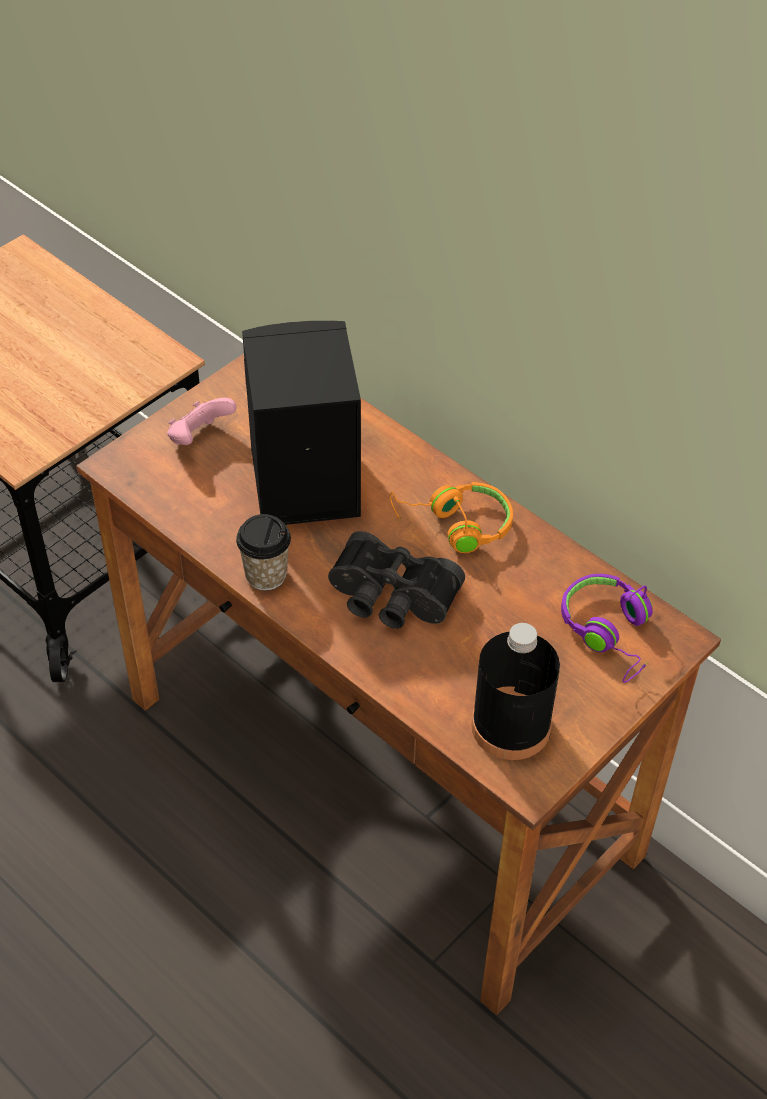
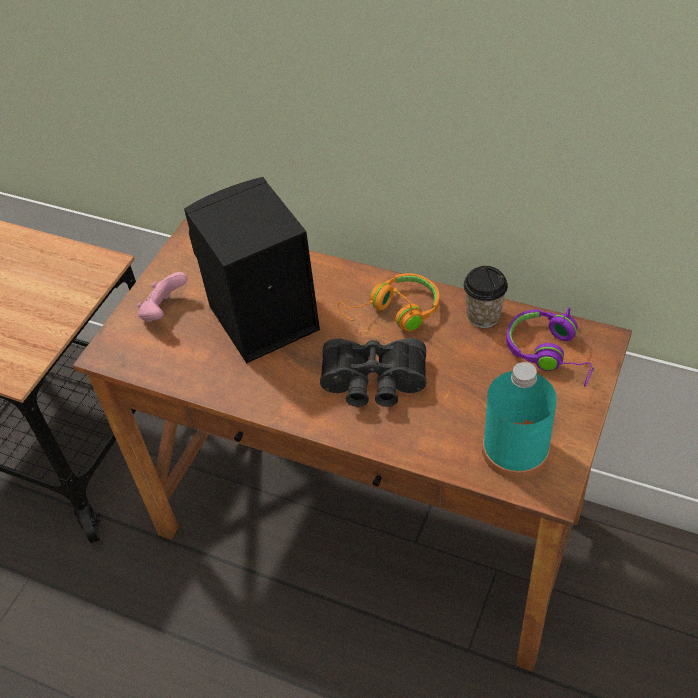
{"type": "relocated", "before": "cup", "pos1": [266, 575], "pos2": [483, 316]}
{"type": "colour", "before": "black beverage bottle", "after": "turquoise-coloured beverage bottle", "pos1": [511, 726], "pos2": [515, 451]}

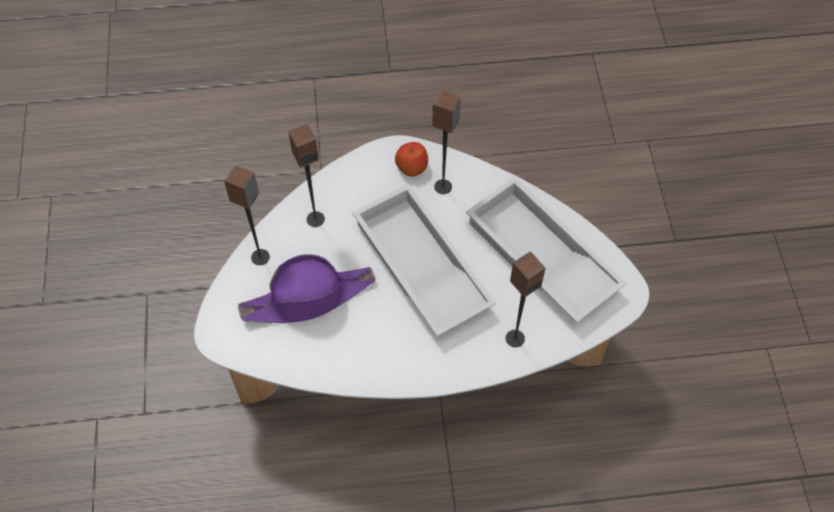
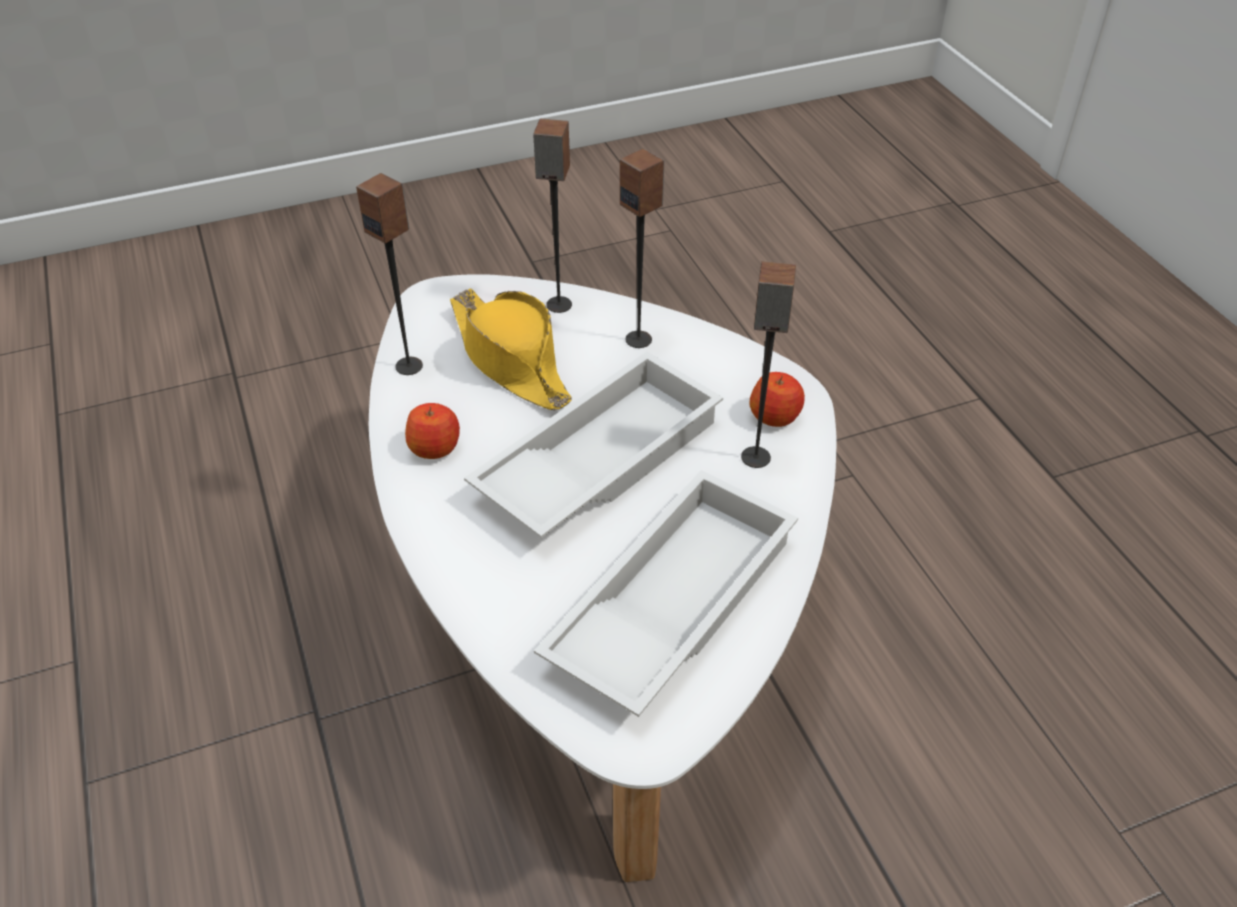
{"type": "relocated", "before": "loudspeaker", "pos1": [514, 338], "pos2": [409, 366]}
{"type": "appeared", "after": "apple", "pos2": [435, 447]}
{"type": "colour", "before": "purplish hat", "after": "yellow hat", "pos1": [308, 297], "pos2": [511, 359]}

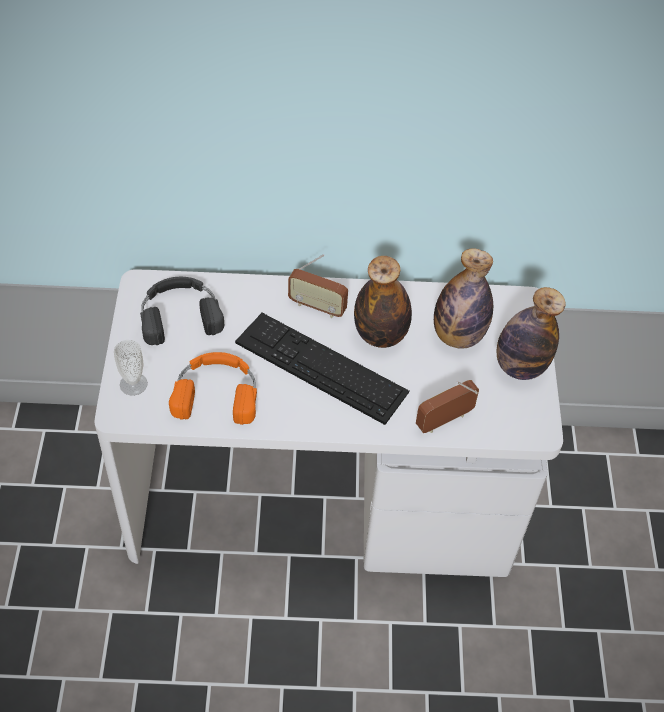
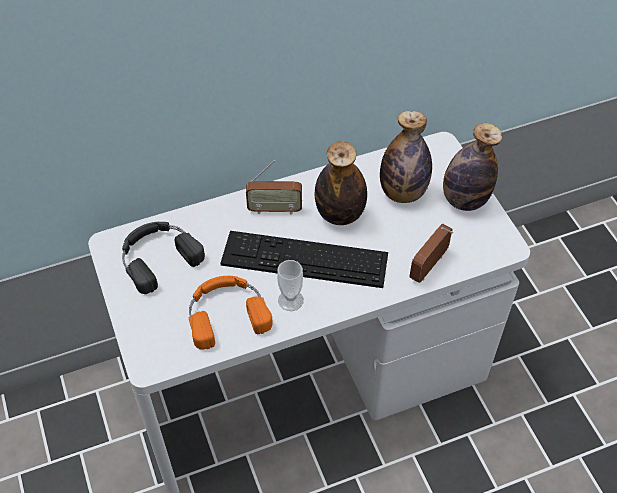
{"type": "relocated", "before": "cup", "pos1": [133, 384], "pos2": [290, 300]}

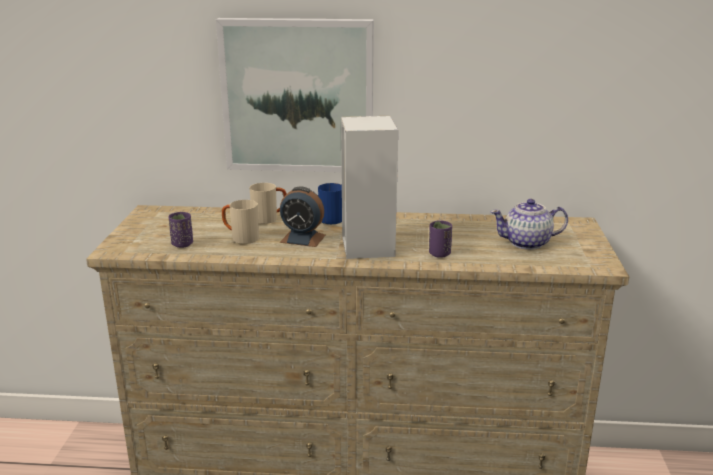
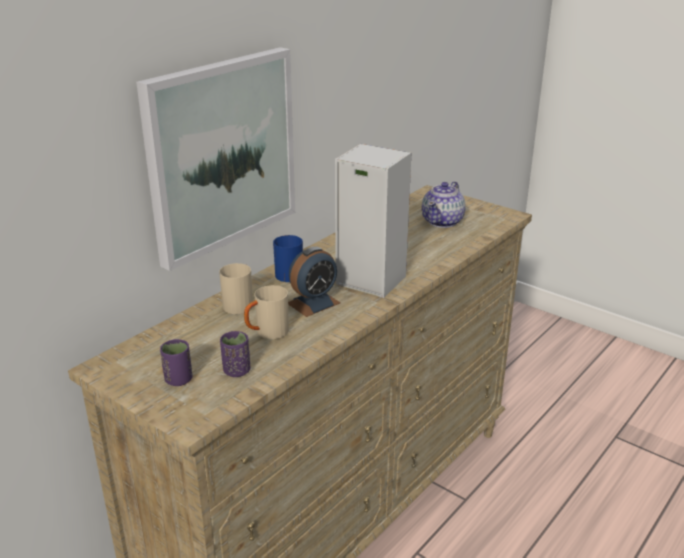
{"type": "relocated", "before": "purplish cup", "pos1": [439, 254], "pos2": [178, 380]}

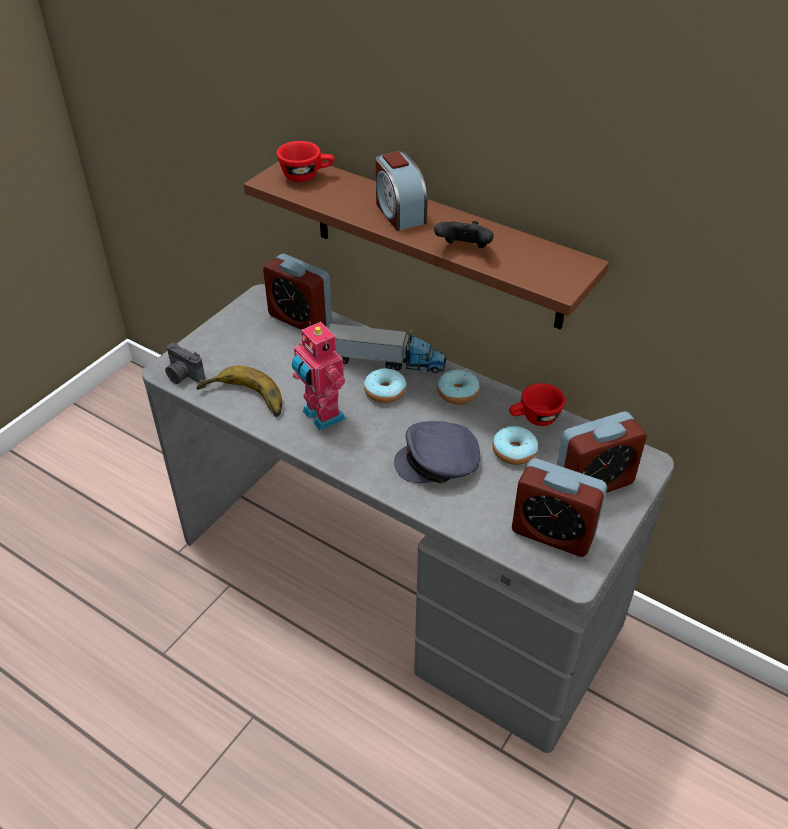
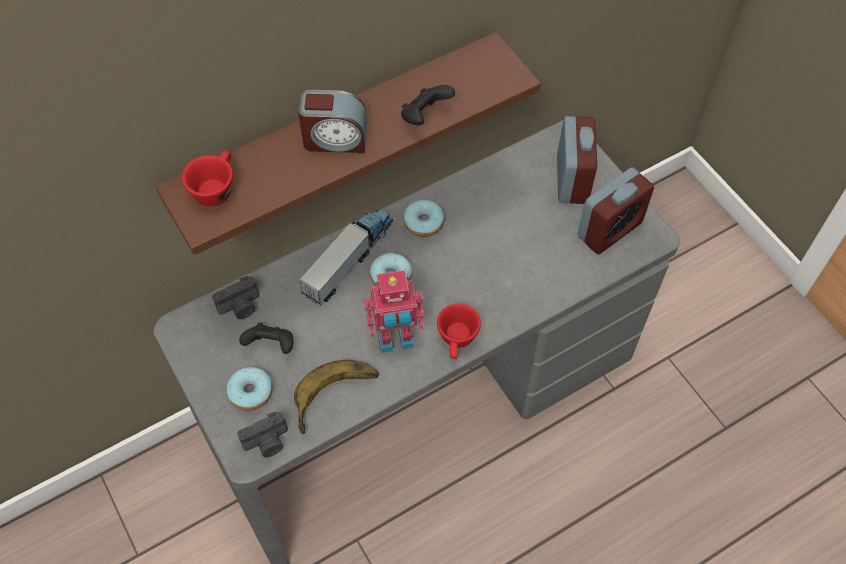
{"type": "exchanged", "before": "bedside clock", "after": "photo camera", "pos1": [300, 319], "pos2": [241, 307]}
{"type": "relocated", "before": "ring doughnut", "pos1": [514, 451], "pos2": [250, 392]}
{"type": "appeared", "after": "black gamepad", "pos2": [271, 345]}
{"type": "relocated", "before": "red-coloured cup", "pos1": [534, 419], "pos2": [457, 341]}
{"type": "missing", "before": "grey cap", "pos1": [439, 463]}

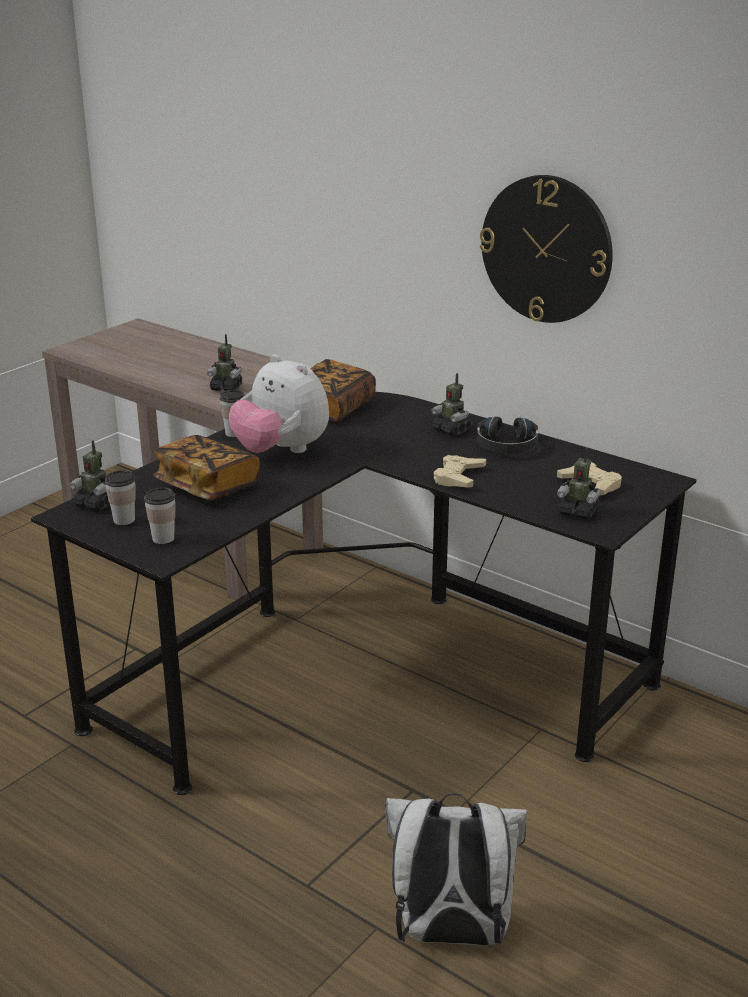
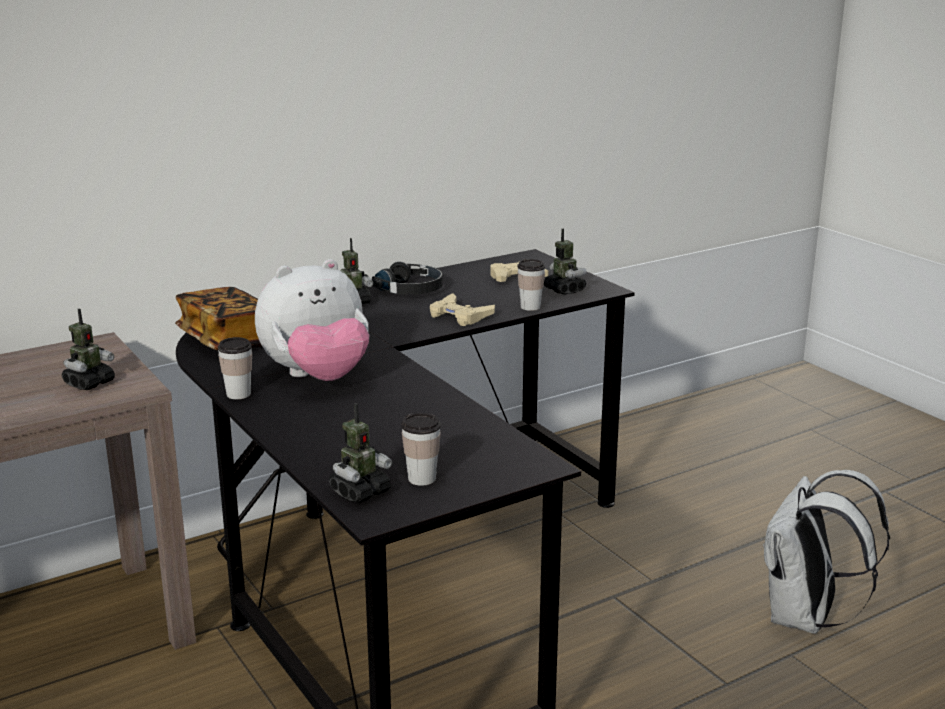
{"type": "relocated", "before": "cup", "pos1": [163, 538], "pos2": [530, 307]}
{"type": "spun", "before": "toy robot", "pos1": [578, 512], "pos2": [564, 290], "turn": -75}
{"type": "missing", "before": "bound book", "pos1": [207, 486]}
{"type": "missing", "before": "hanging clock", "pos1": [546, 249]}

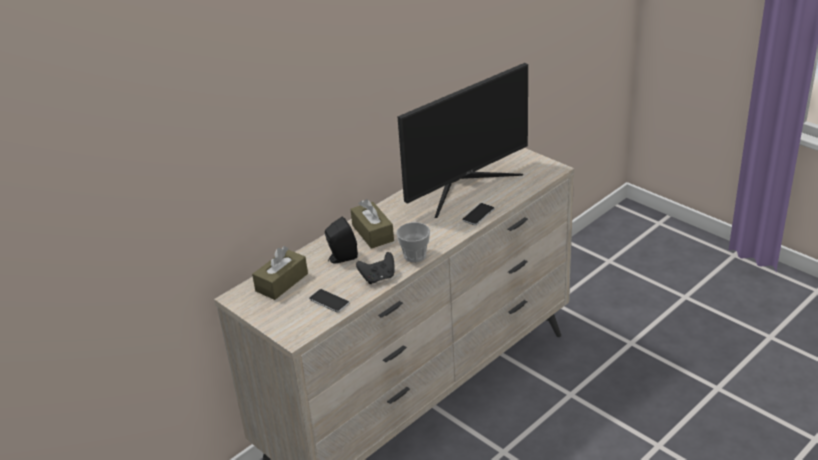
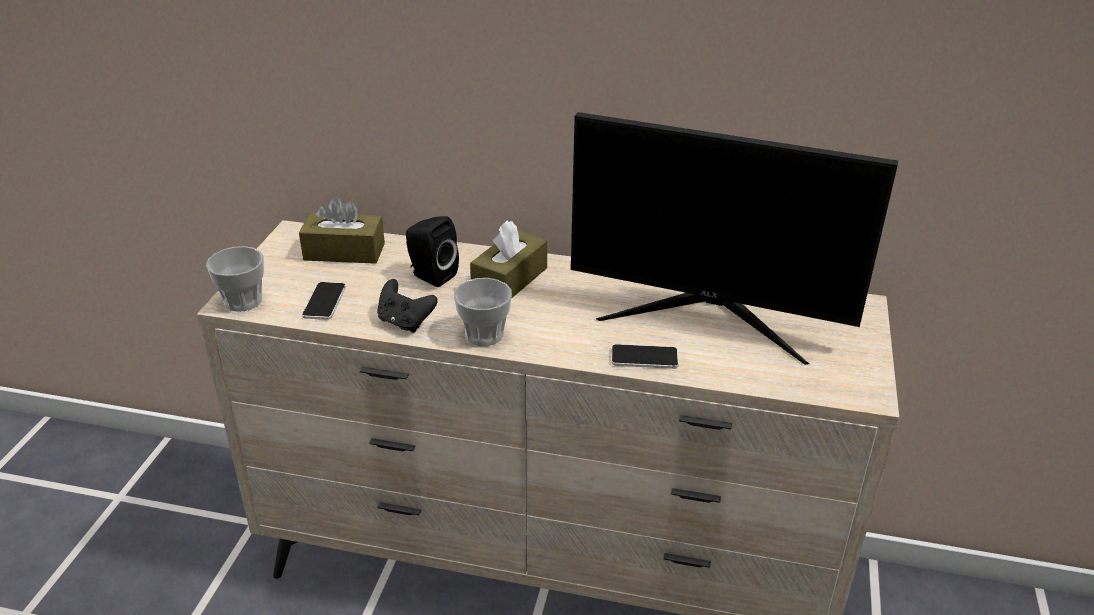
{"type": "appeared", "after": "cup", "pos2": [243, 301]}

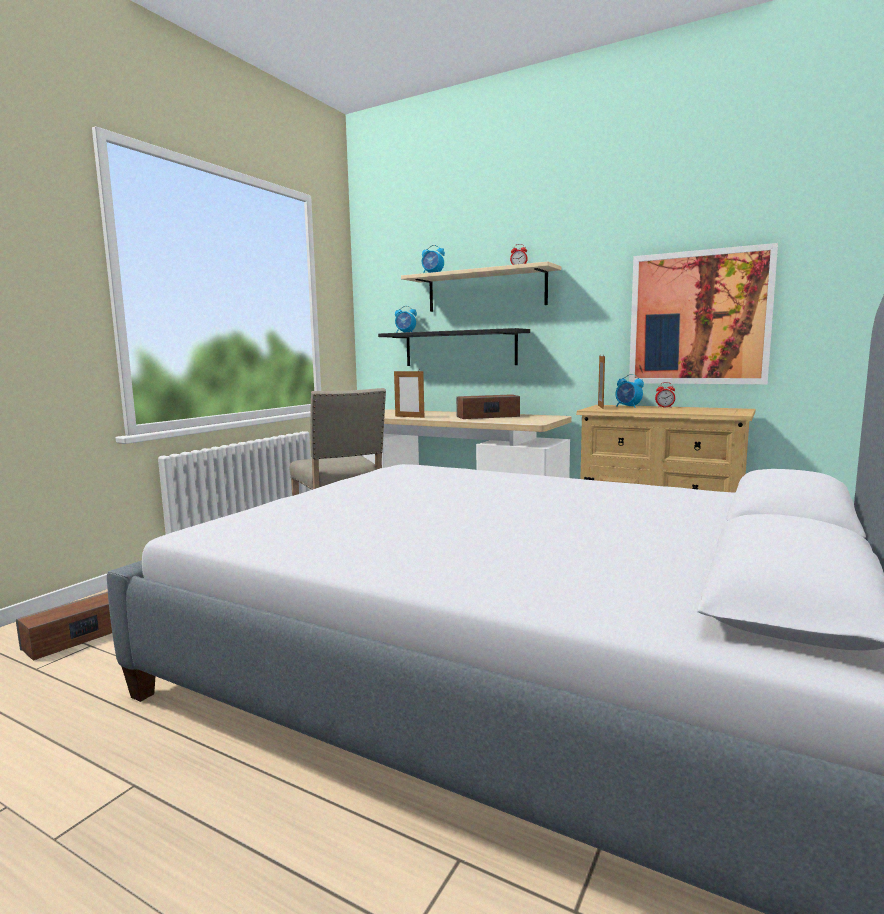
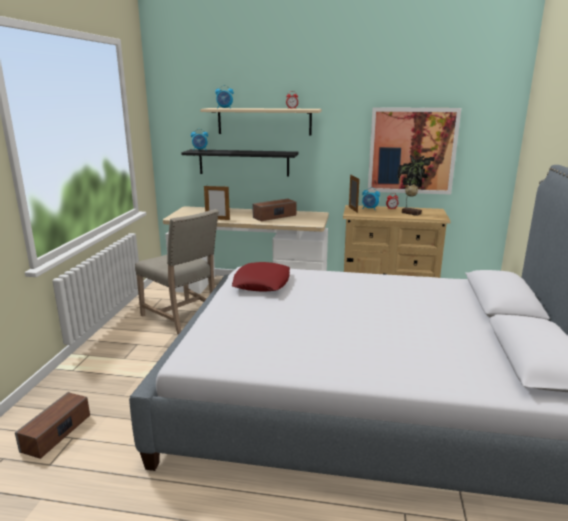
{"type": "appeared", "after": "red-coloured cushion", "pos2": [262, 283]}
{"type": "appeared", "after": "potted plant", "pos2": [411, 213]}

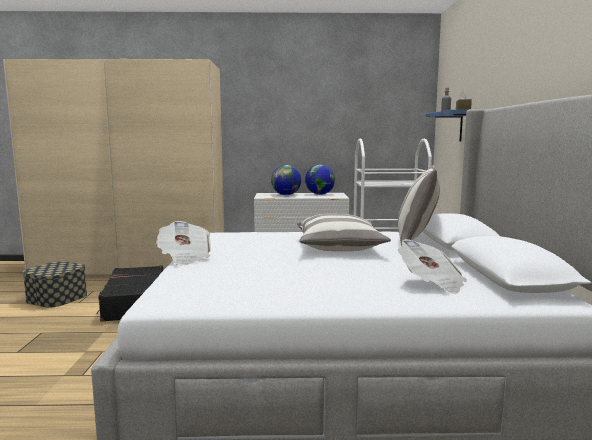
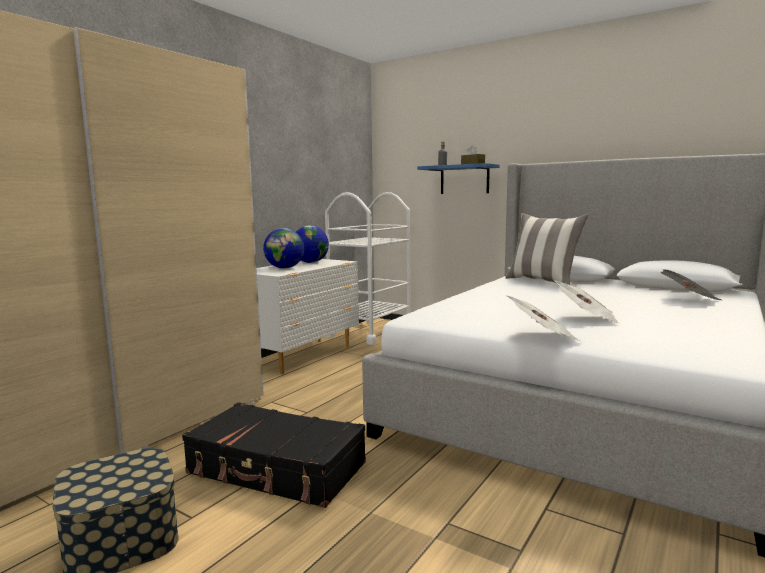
{"type": "appeared", "after": "daily paper", "pos2": [586, 318]}
{"type": "missing", "before": "cushion", "pos1": [339, 247]}

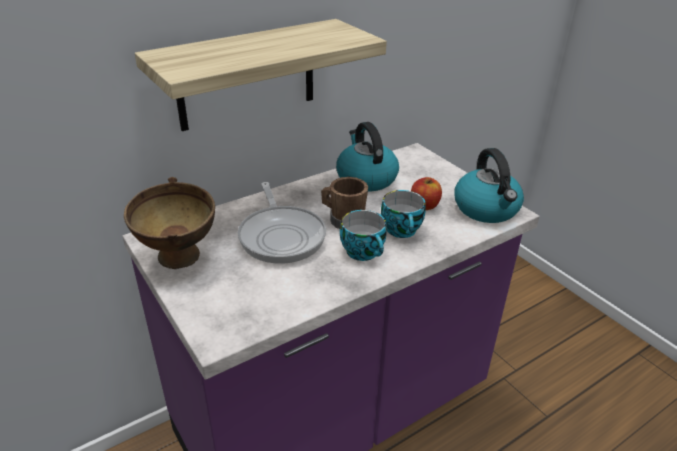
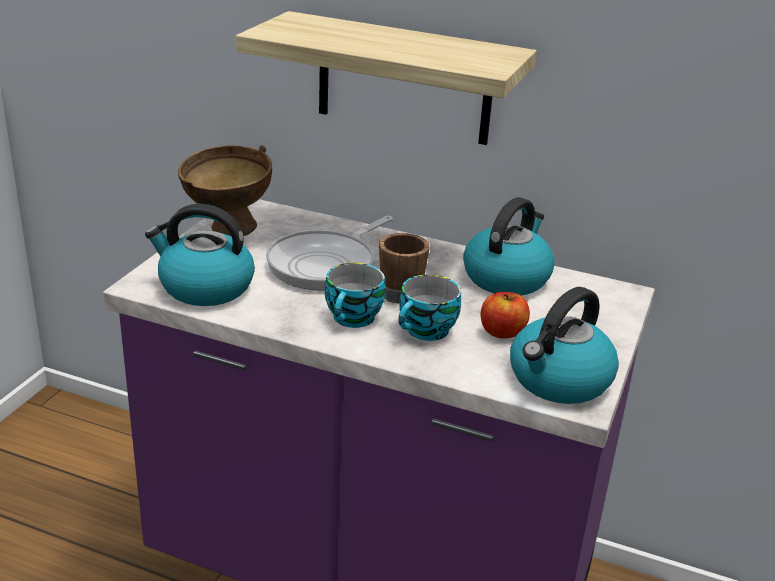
{"type": "appeared", "after": "tea kettle", "pos2": [205, 287]}

